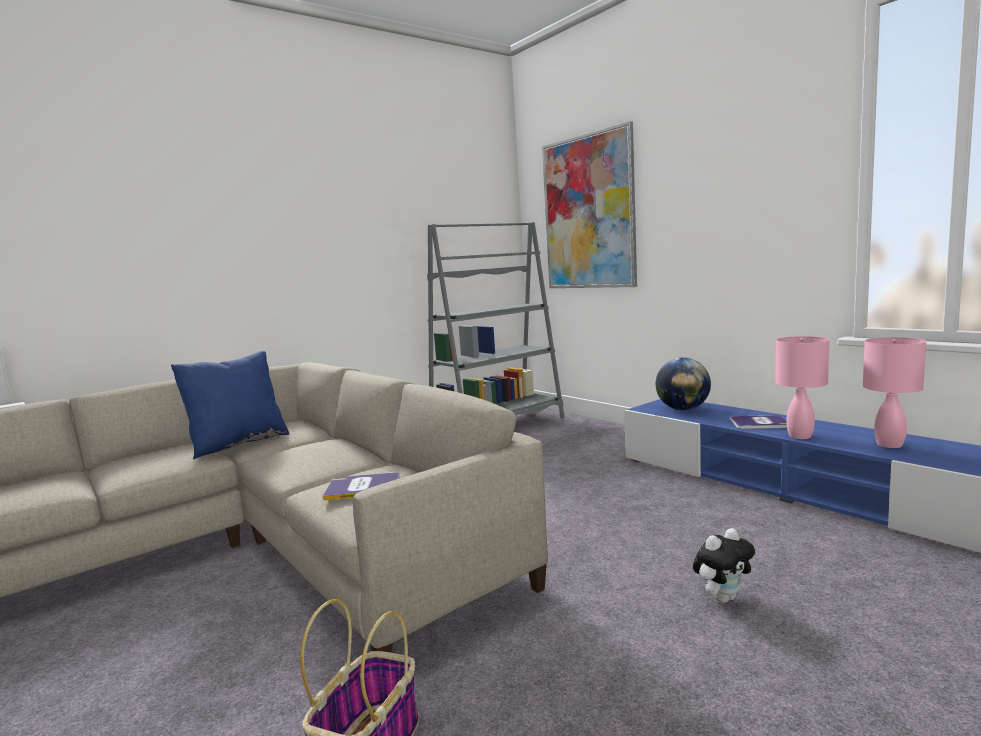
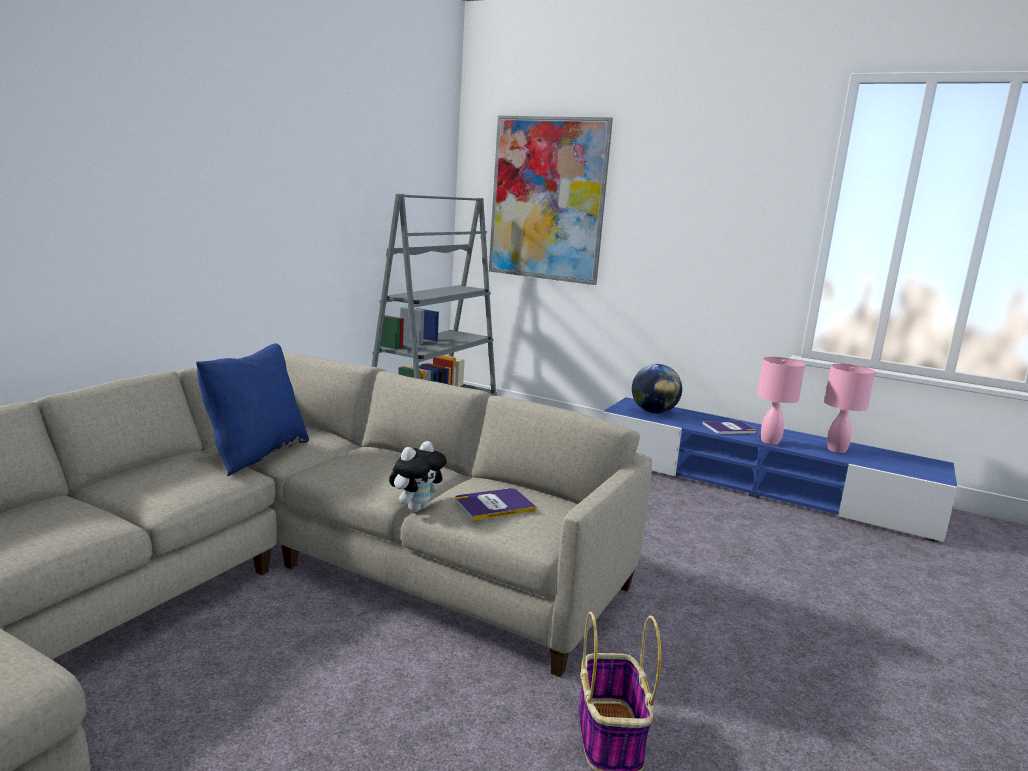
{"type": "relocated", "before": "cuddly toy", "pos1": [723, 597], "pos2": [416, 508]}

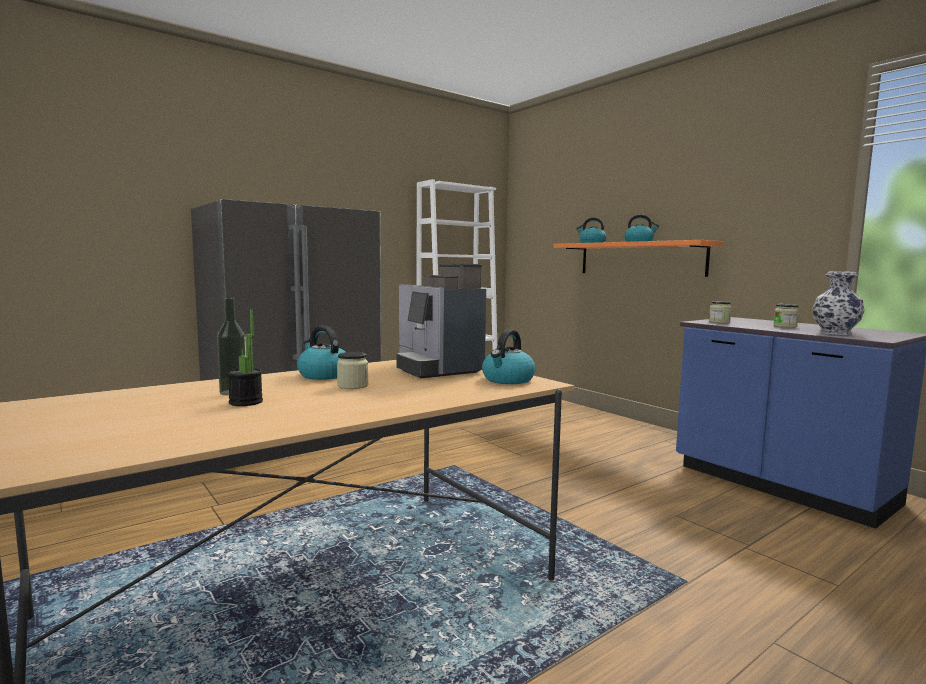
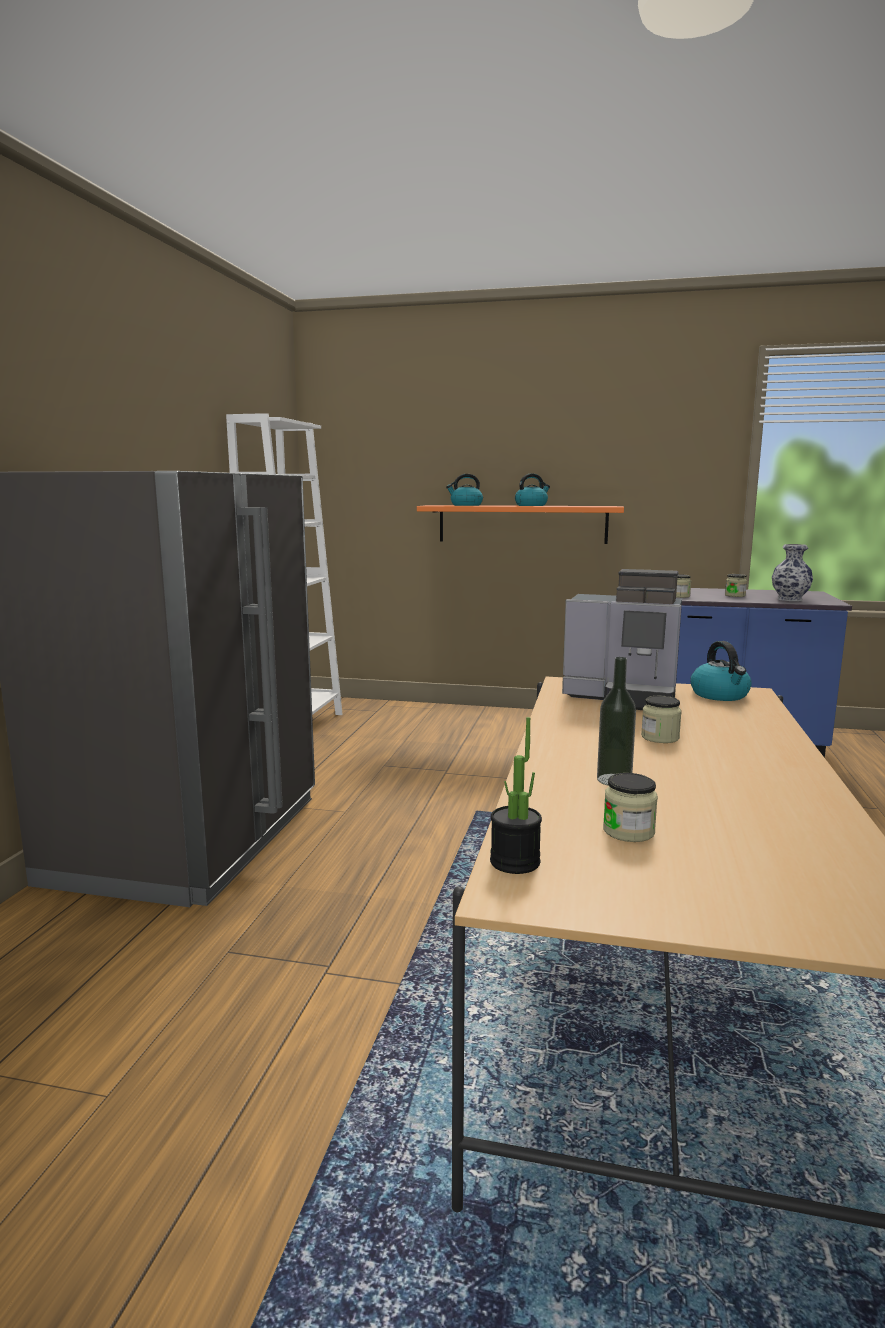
{"type": "relocated", "before": "potted plant", "pos1": [246, 402], "pos2": [515, 862]}
{"type": "appeared", "after": "preserve jar", "pos2": [628, 831]}
{"type": "missing", "before": "tea kettle", "pos1": [323, 375]}

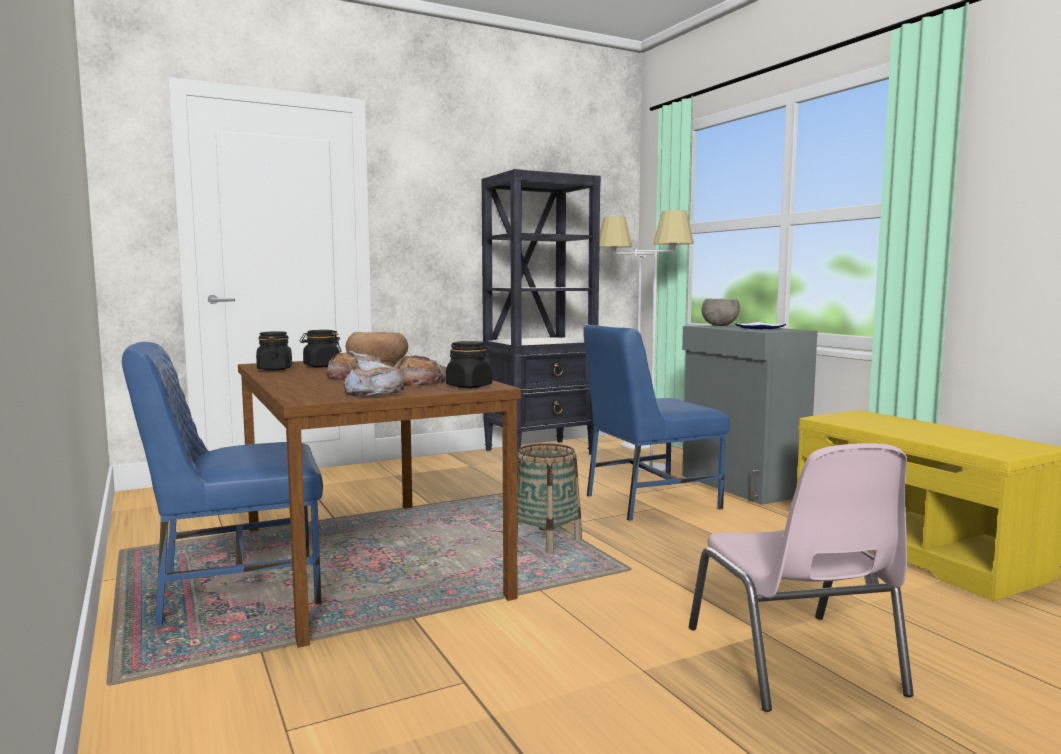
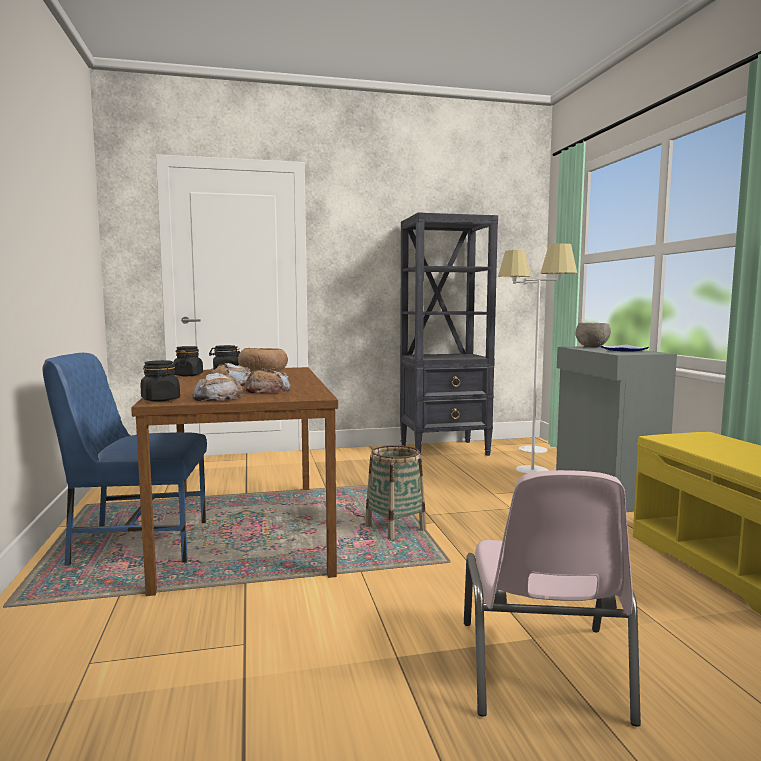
{"type": "relocated", "before": "black preserve jar", "pos1": [469, 386], "pos2": [160, 399]}
{"type": "missing", "before": "bluish plain chair", "pos1": [649, 501]}

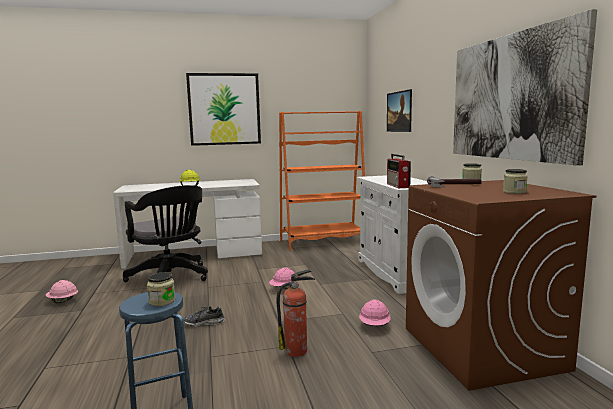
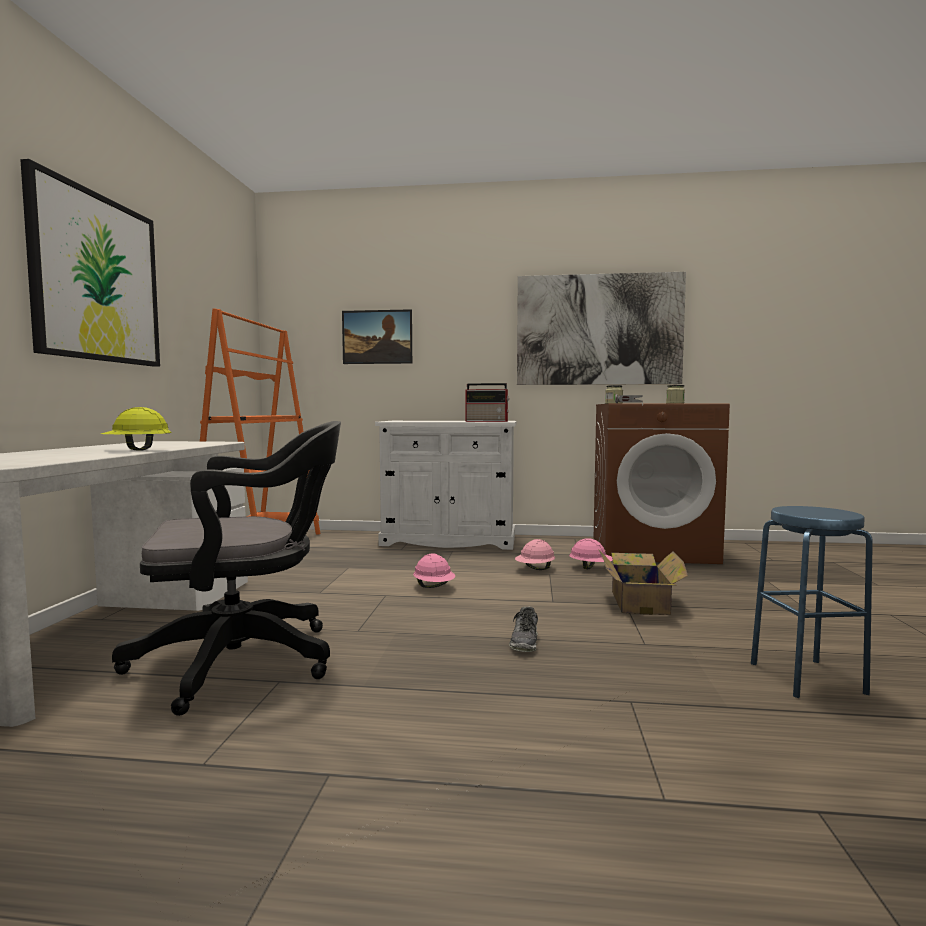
{"type": "relocated", "before": "pink-coloured work helmet", "pos1": [62, 301], "pos2": [535, 569]}
{"type": "exchanged", "before": "extinguisher", "after": "carton", "pos1": [297, 350], "pos2": [639, 602]}
{"type": "missing", "before": "preserve jar", "pos1": [162, 301]}

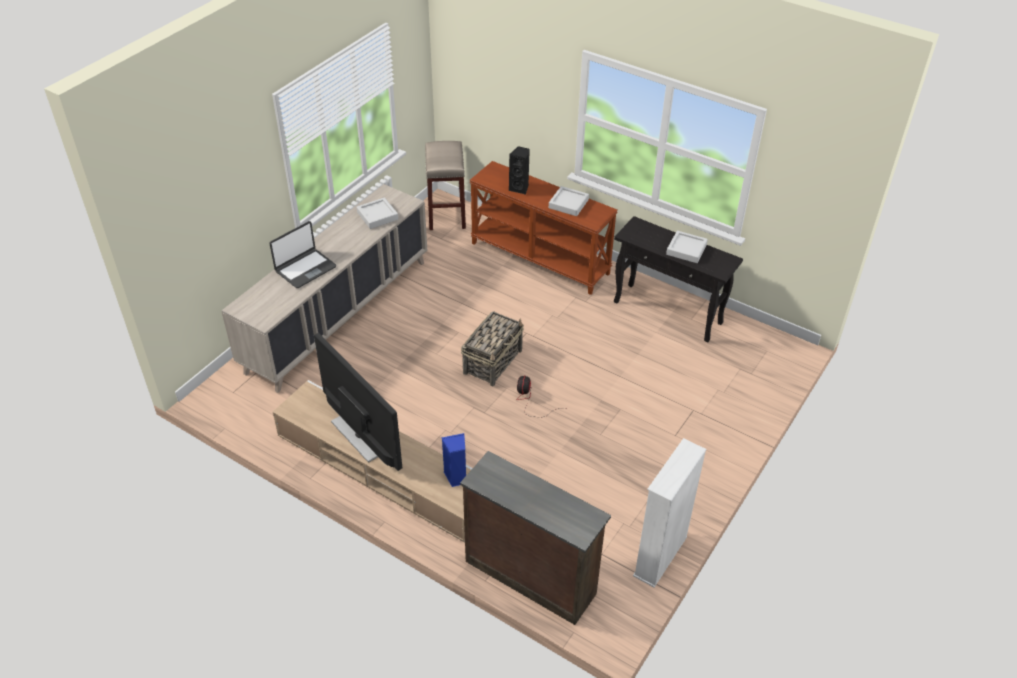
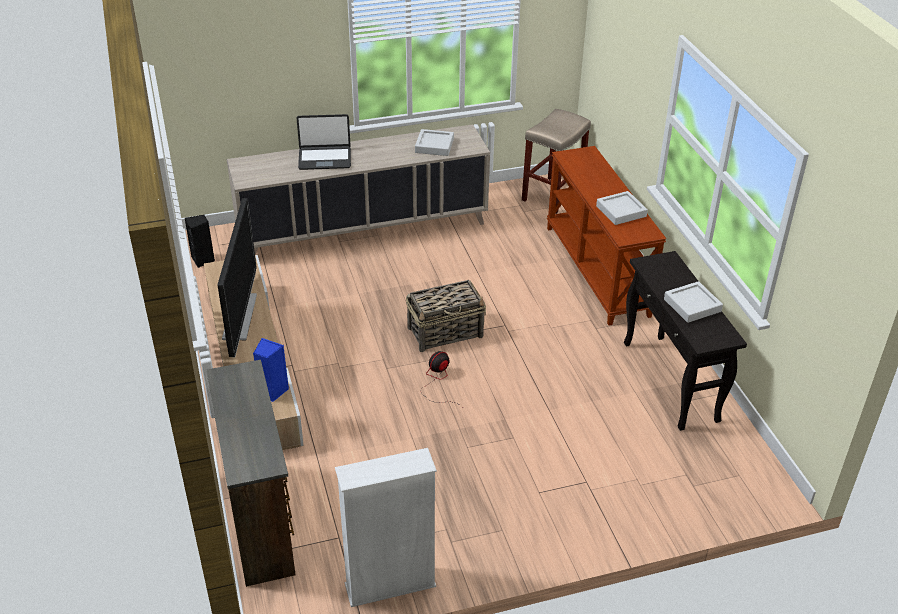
{"type": "relocated", "before": "black loudspeaker", "pos1": [520, 188], "pos2": [203, 260]}

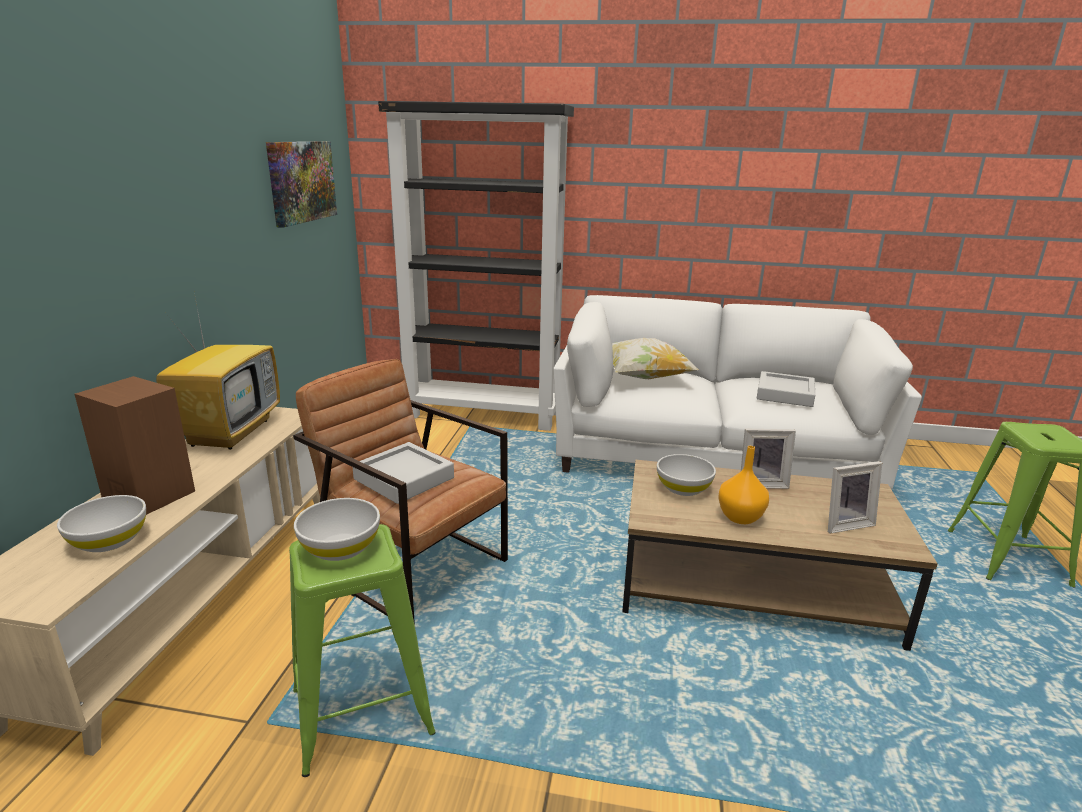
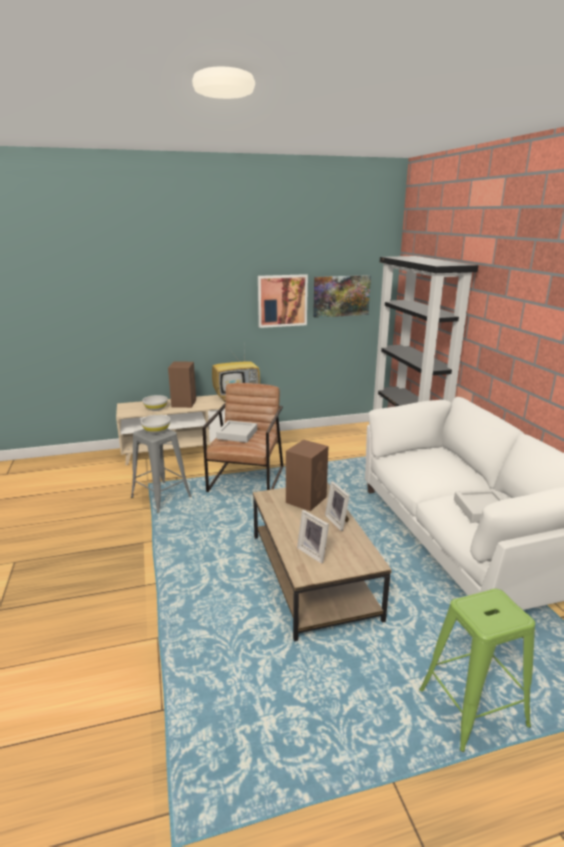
{"type": "colour", "before": "greenish sitting stool", "after": "grey sitting stool", "pos1": [360, 712], "pos2": [161, 497]}
{"type": "appeared", "after": "picture", "pos2": [282, 300]}
{"type": "exchanged", "before": "white bowl", "after": "brown loudspeaker", "pos1": [683, 488], "pos2": [306, 499]}
{"type": "missing", "before": "cushion", "pos1": [643, 377]}
{"type": "missing", "before": "orangey decorative vase", "pos1": [739, 517]}

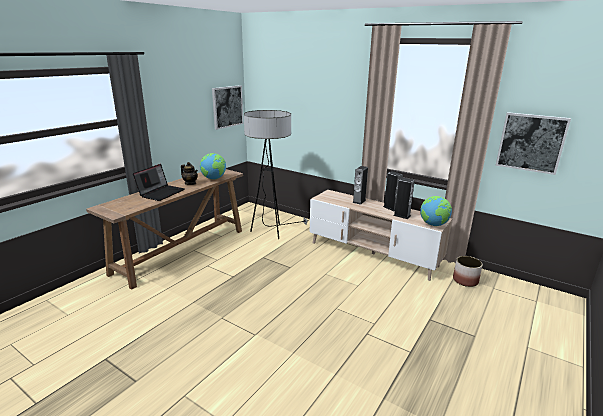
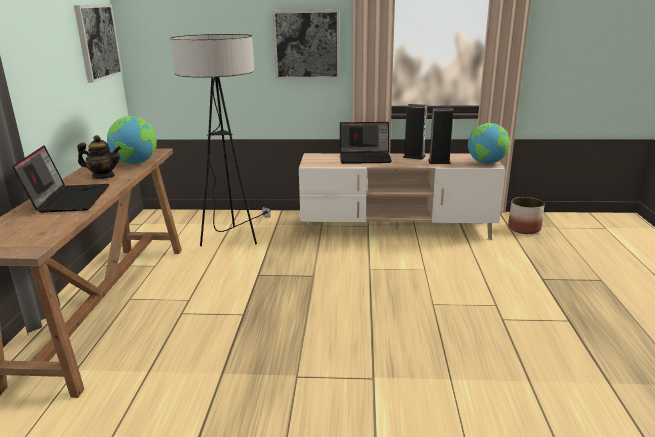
{"type": "relocated", "before": "picture", "pos1": [531, 142], "pos2": [307, 45]}
{"type": "exchanged", "before": "loudspeaker", "after": "notebook computer", "pos1": [359, 201], "pos2": [365, 158]}

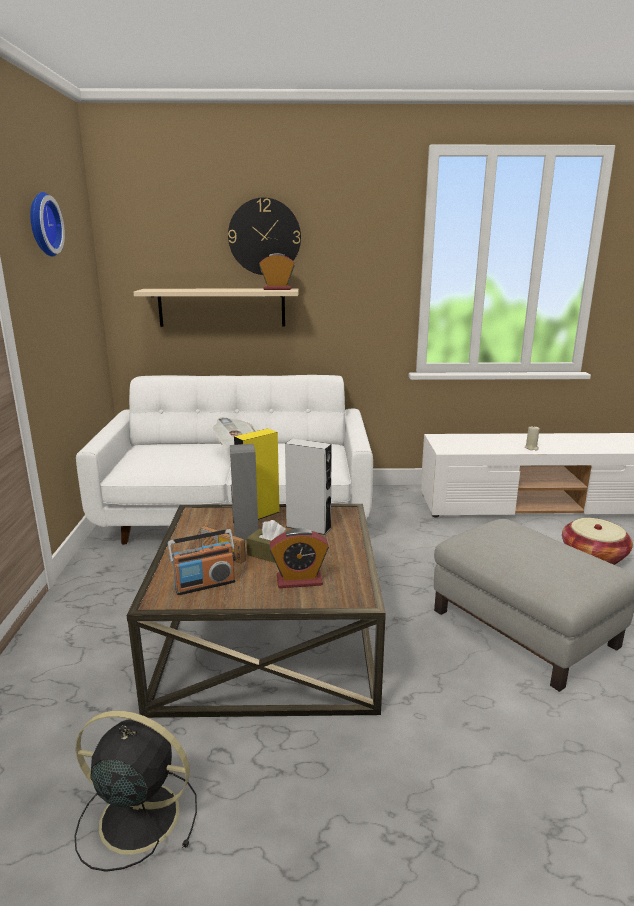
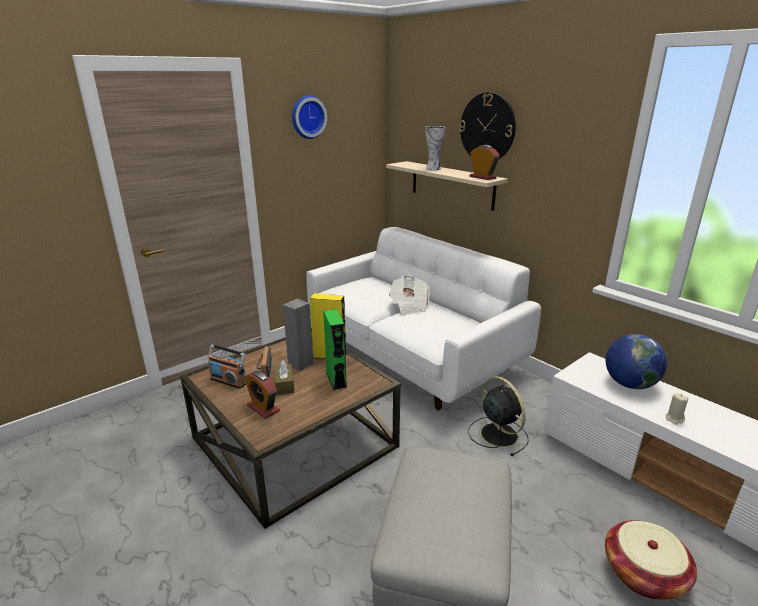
{"type": "colour", "before": "grey loudspeaker", "after": "greenish loudspeaker", "pos1": [308, 527], "pos2": [336, 380]}
{"type": "appeared", "after": "decorative vase", "pos2": [433, 169]}
{"type": "relocated", "before": "black cooling fan", "pos1": [136, 816], "pos2": [497, 434]}
{"type": "appeared", "after": "globe", "pos2": [629, 384]}

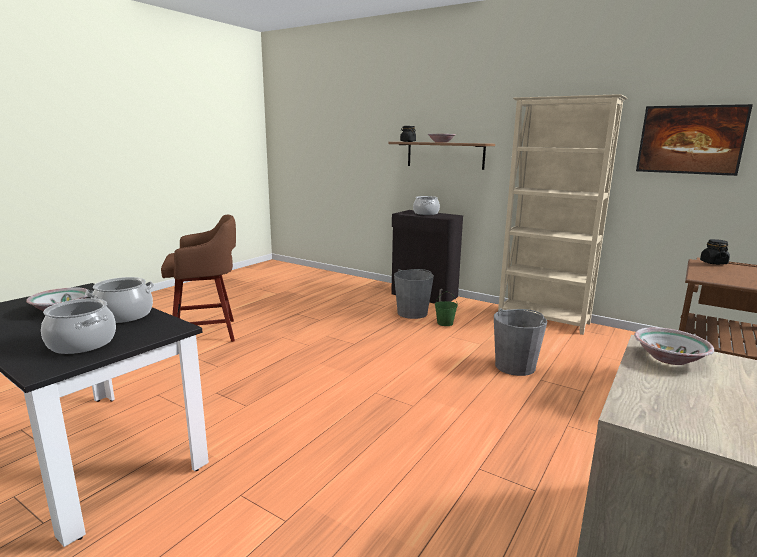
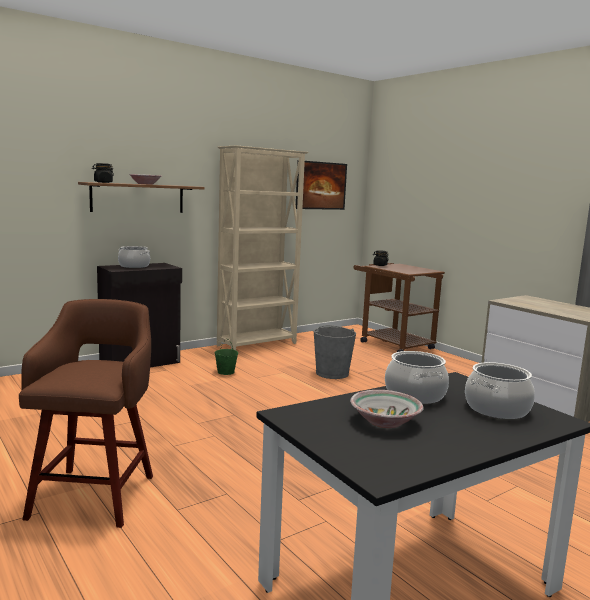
{"type": "missing", "before": "grey bucket", "pos1": [412, 313]}
{"type": "missing", "before": "bowl", "pos1": [670, 358]}

